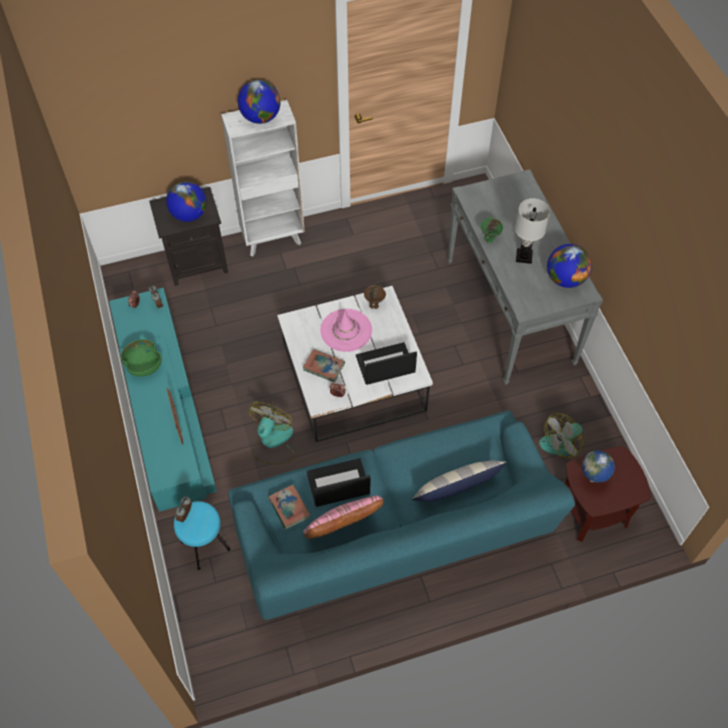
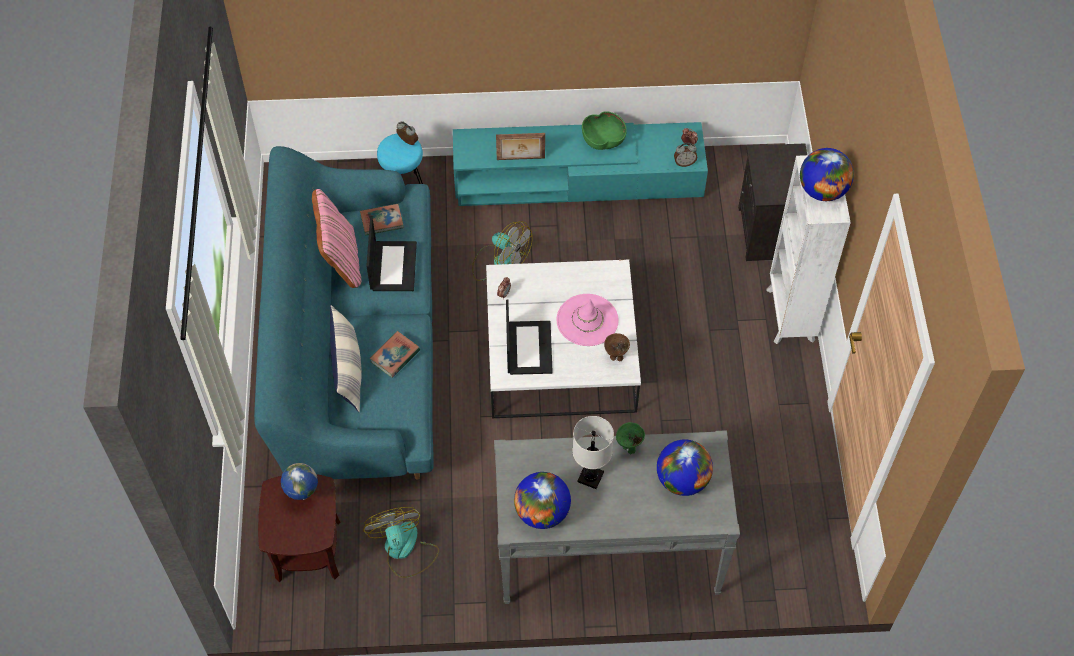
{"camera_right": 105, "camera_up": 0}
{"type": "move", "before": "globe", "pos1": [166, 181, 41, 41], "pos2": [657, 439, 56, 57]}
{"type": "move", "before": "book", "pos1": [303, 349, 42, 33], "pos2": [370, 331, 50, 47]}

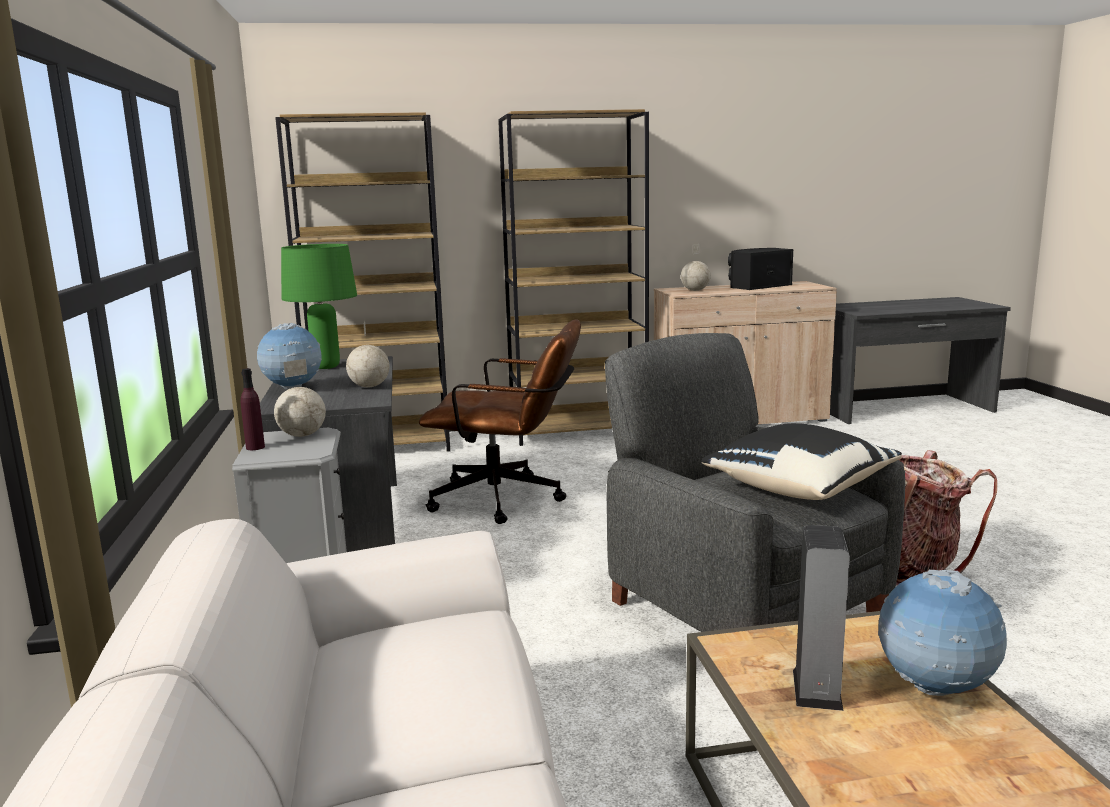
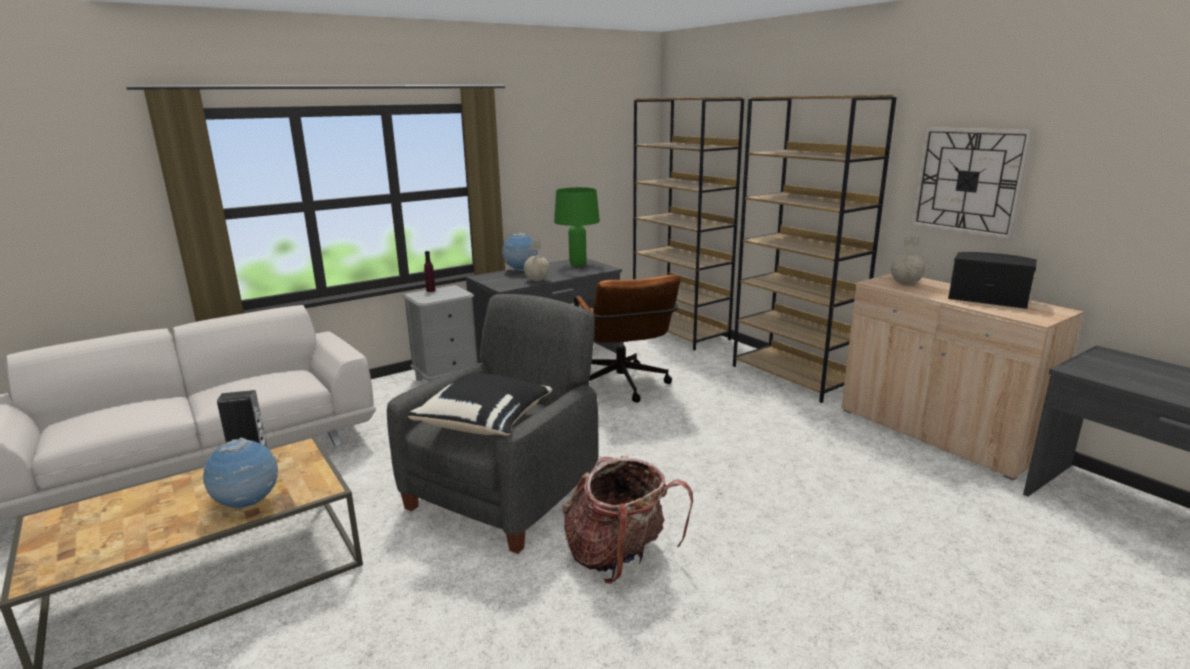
{"camera_right": 65, "camera_up": 5}
{"type": "delete", "before": "globe", "pos1": [274, 359, 52, 78]}
{"type": "insert", "after": "wall clock", "pos2": [912, 127, 121, 112]}

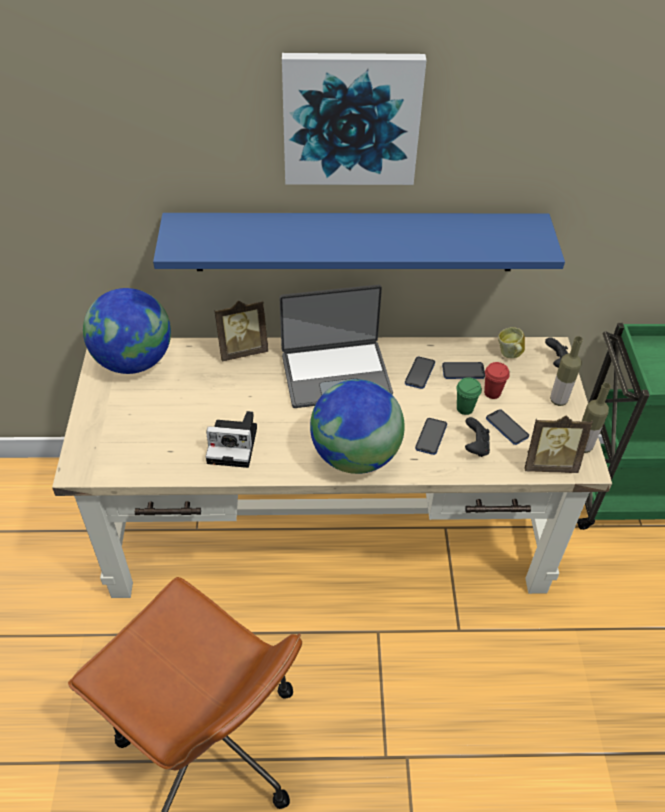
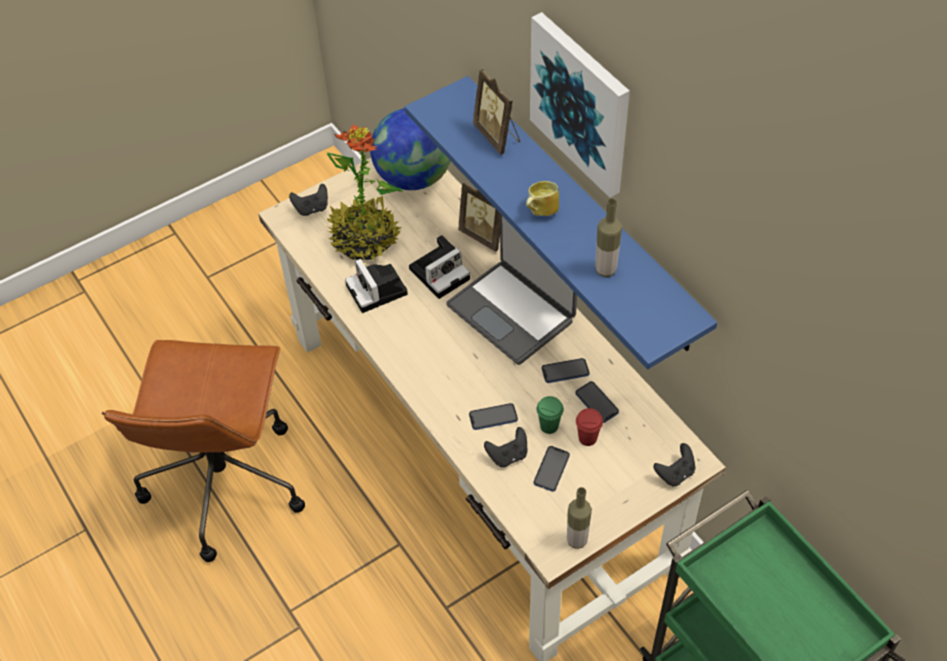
{"camera_right": 60, "camera_up": 5}
{"type": "move", "before": "mug", "pos1": [498, 327, 27, 31], "pos2": [526, 181, 33, 35]}
{"type": "move", "before": "bottle", "pos1": [550, 336, 33, 70], "pos2": [595, 198, 27, 79]}
{"type": "delete", "before": "globe", "pos1": [310, 379, 95, 95]}
{"type": "move", "before": "picture frame", "pos1": [524, 416, 69, 57], "pos2": [473, 69, 47, 86]}
{"type": "insert", "after": "potted plant", "pos2": [327, 124, 76, 136]}
{"type": "insert", "after": "game controller in black", "pos2": [289, 184, 39, 32]}
{"type": "insert", "after": "photo camera", "pos2": [409, 235, 61, 64]}

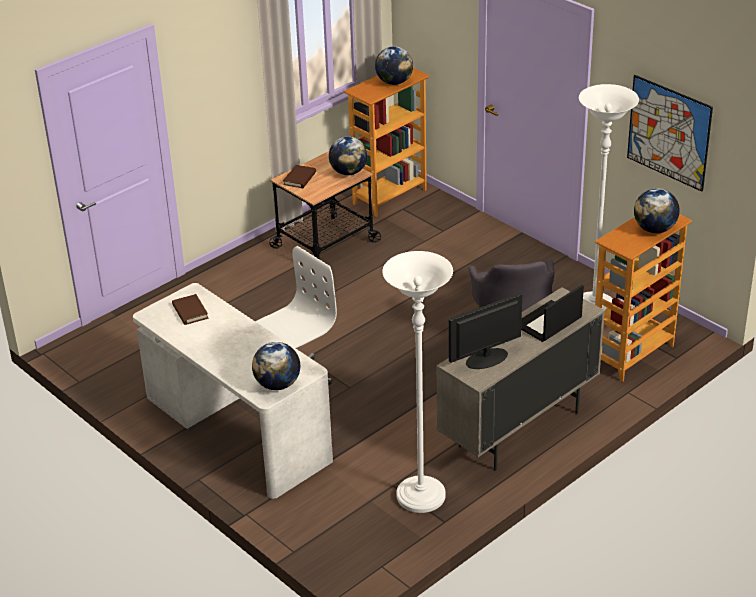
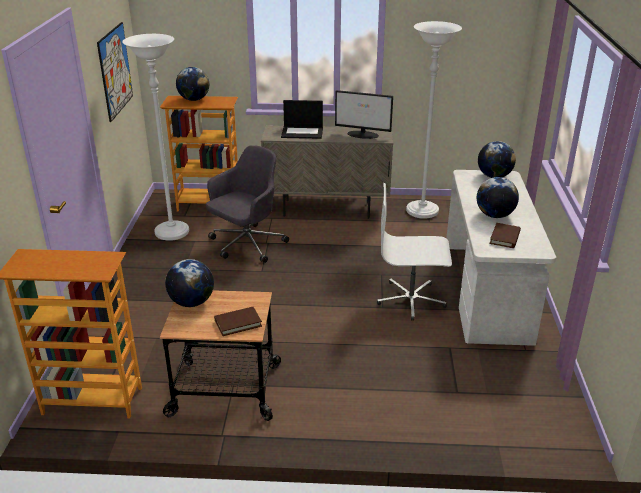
{"camera_right": -135, "camera_up": -5}
{"type": "move", "before": "globe", "pos1": [375, 46, 38, 39], "pos2": [477, 177, 42, 41]}

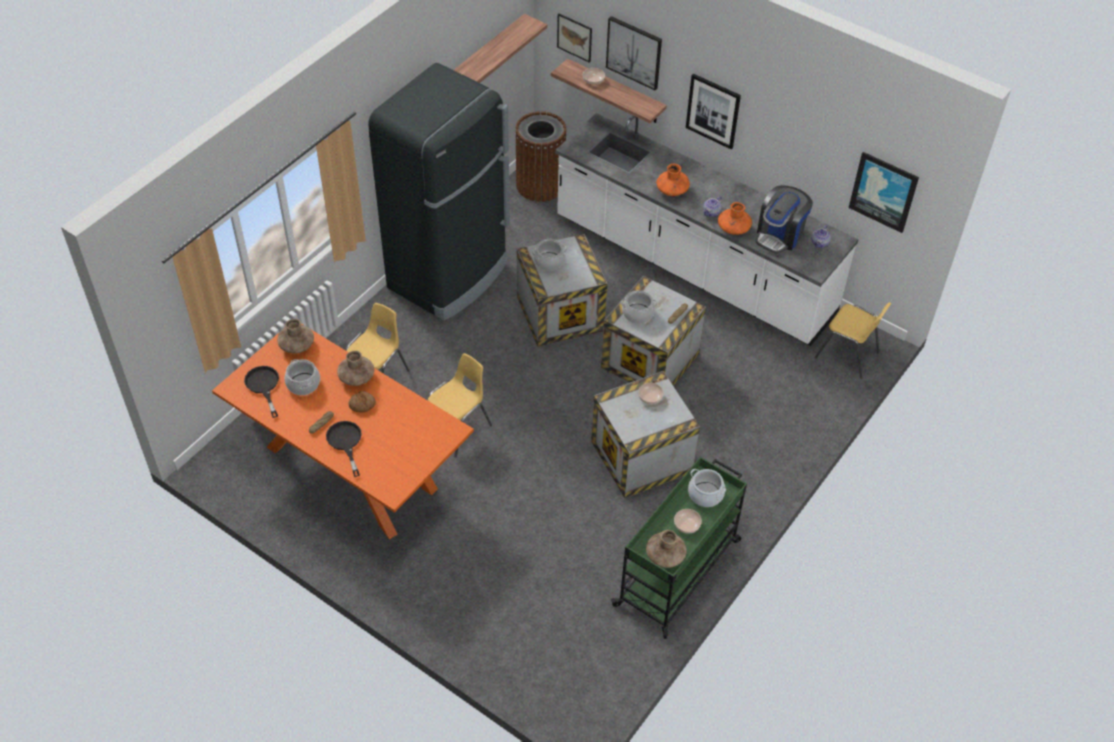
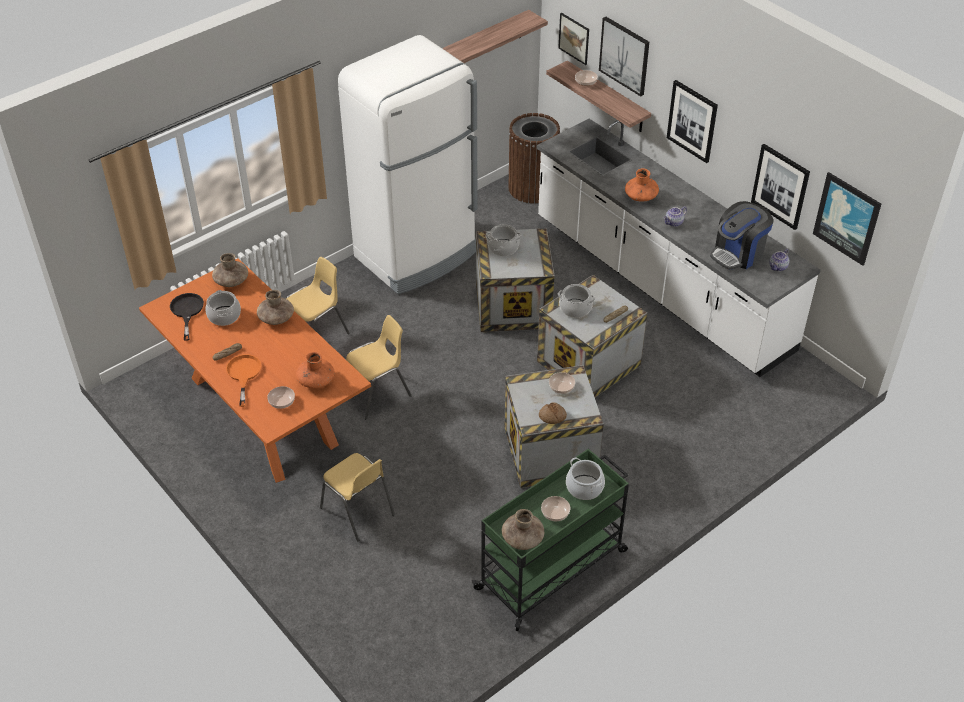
{"camera_right": 15, "camera_up": -5}
{"type": "recolor", "before": "fridge in black", "after": "fridge in white", "pos1": [368, 63, 142, 258], "pos2": [338, 35, 139, 259]}
{"type": "move", "before": "vase in orange", "pos1": [718, 202, 34, 33], "pos2": [296, 352, 39, 37]}
{"type": "move", "before": "chair in yellow", "pos1": [815, 302, 76, 77], "pos2": [320, 453, 75, 89]}
{"type": "move", "before": "bread", "pos1": [348, 391, 28, 22], "pos2": [539, 402, 28, 22]}
{"type": "recolor", "before": "frying pan in black", "after": "frying pan in orange", "pos1": [326, 421, 36, 56], "pos2": [226, 354, 36, 53]}
{"type": "insert", "after": "picture", "pos2": [751, 144, 59, 86]}
{"type": "insert", "after": "bowl", "pos2": [267, 386, 28, 23]}

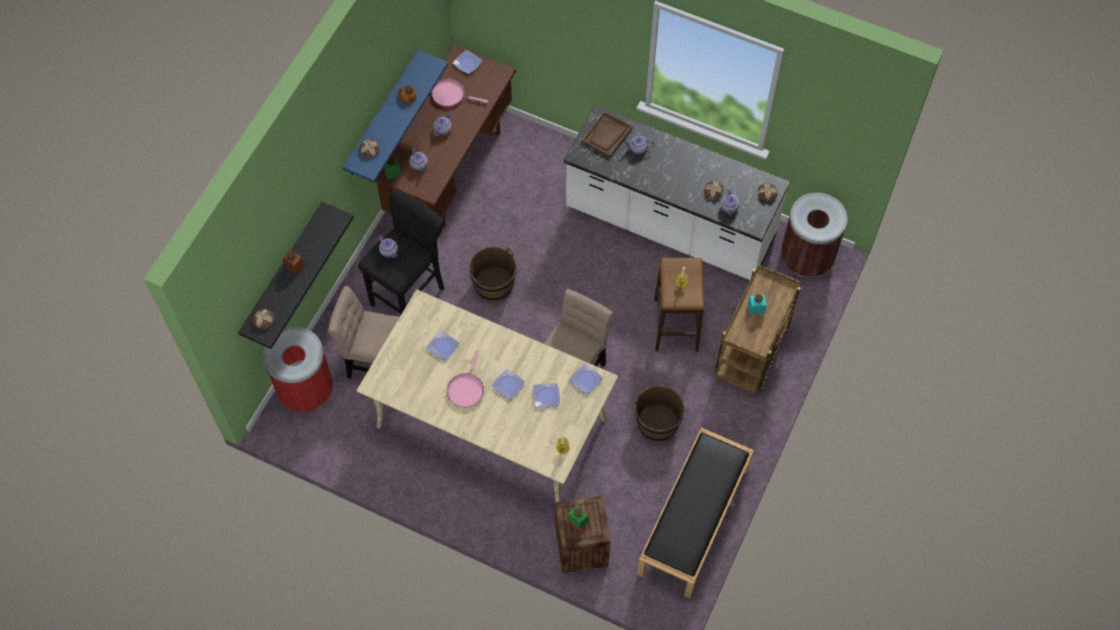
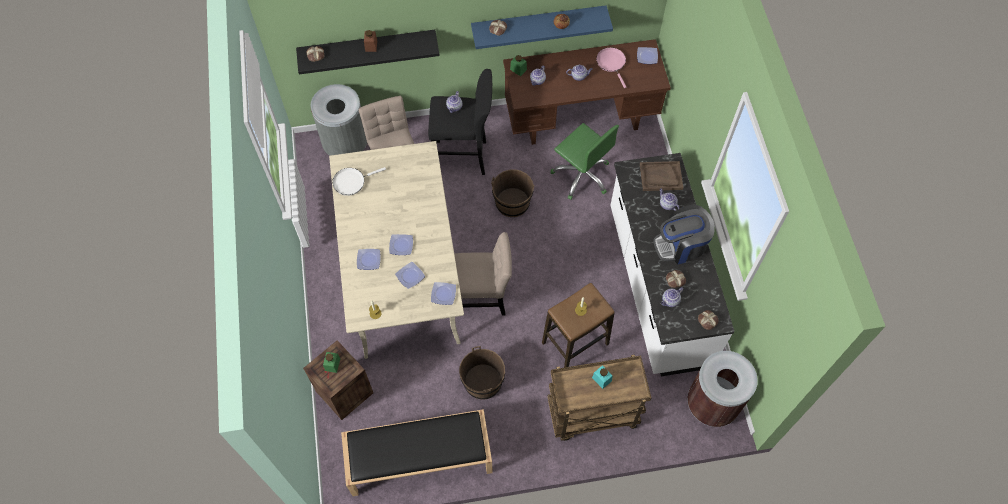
{"camera_right": 55, "camera_up": 0}
{"type": "recolor", "before": "trash can in red", "after": "trash can in grey", "pos1": [263, 327, 70, 85], "pos2": [310, 84, 57, 72]}
{"type": "move", "before": "plate", "pos1": [426, 331, 33, 29], "pos2": [357, 249, 24, 21]}
{"type": "delete", "before": "frying pan in pink", "pos1": [447, 350, 37, 58]}
{"type": "insert", "after": "office chair in green", "pos2": [550, 123, 69, 77]}
{"type": "insert", "after": "frying pan in white", "pos2": [332, 167, 54, 29]}
{"type": "insert", "after": "coffee machine", "pos2": [654, 205, 61, 59]}

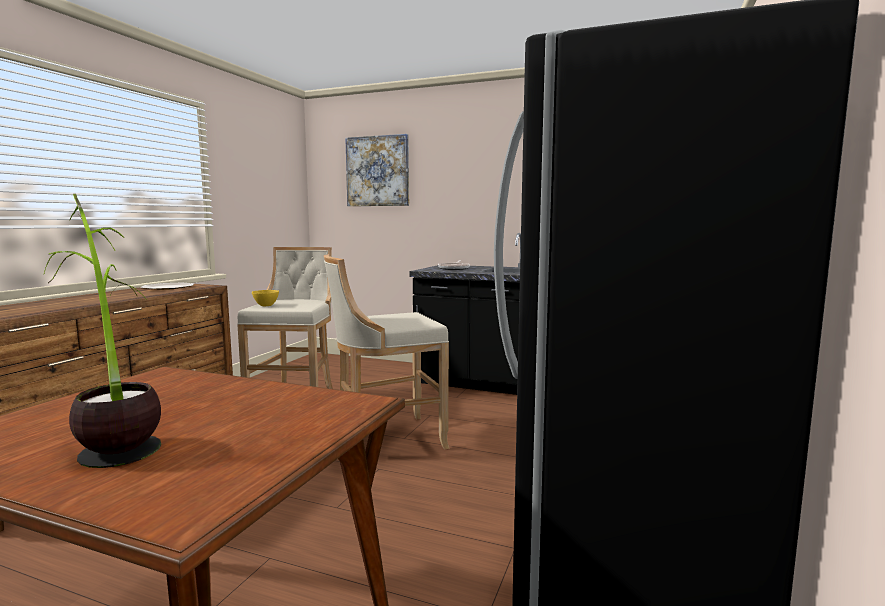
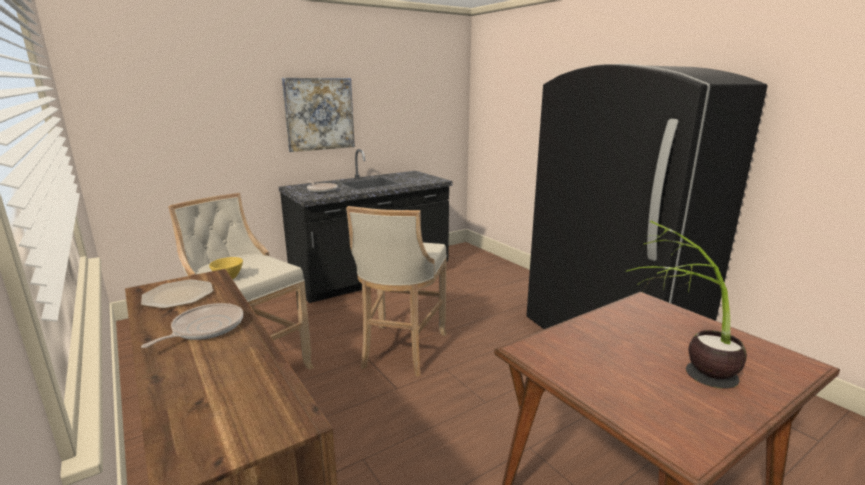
{"camera_right": -55, "camera_up": 10}
{"type": "move", "before": "picture", "pos1": [345, 134, 64, 72], "pos2": [282, 78, 73, 74]}
{"type": "insert", "after": "frying pan", "pos2": [141, 303, 102, 45]}

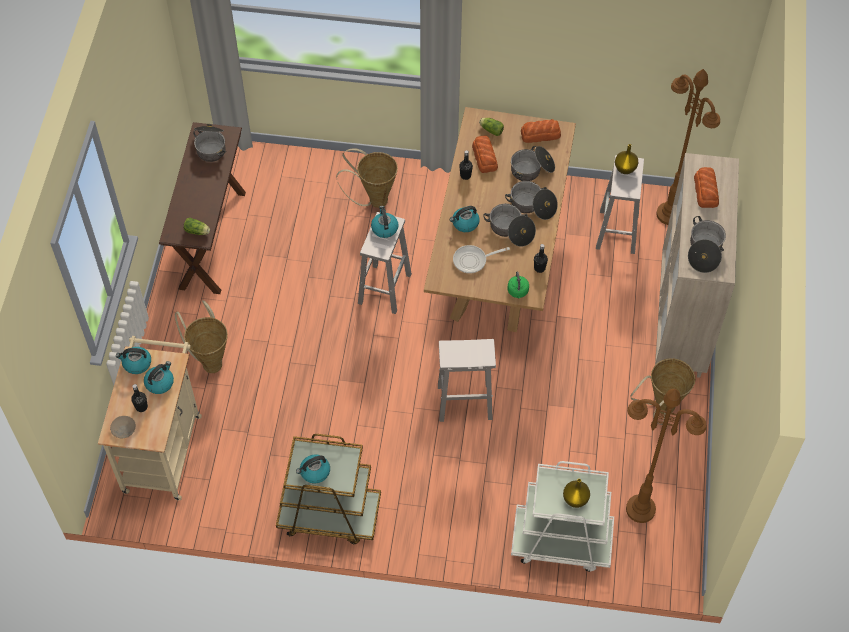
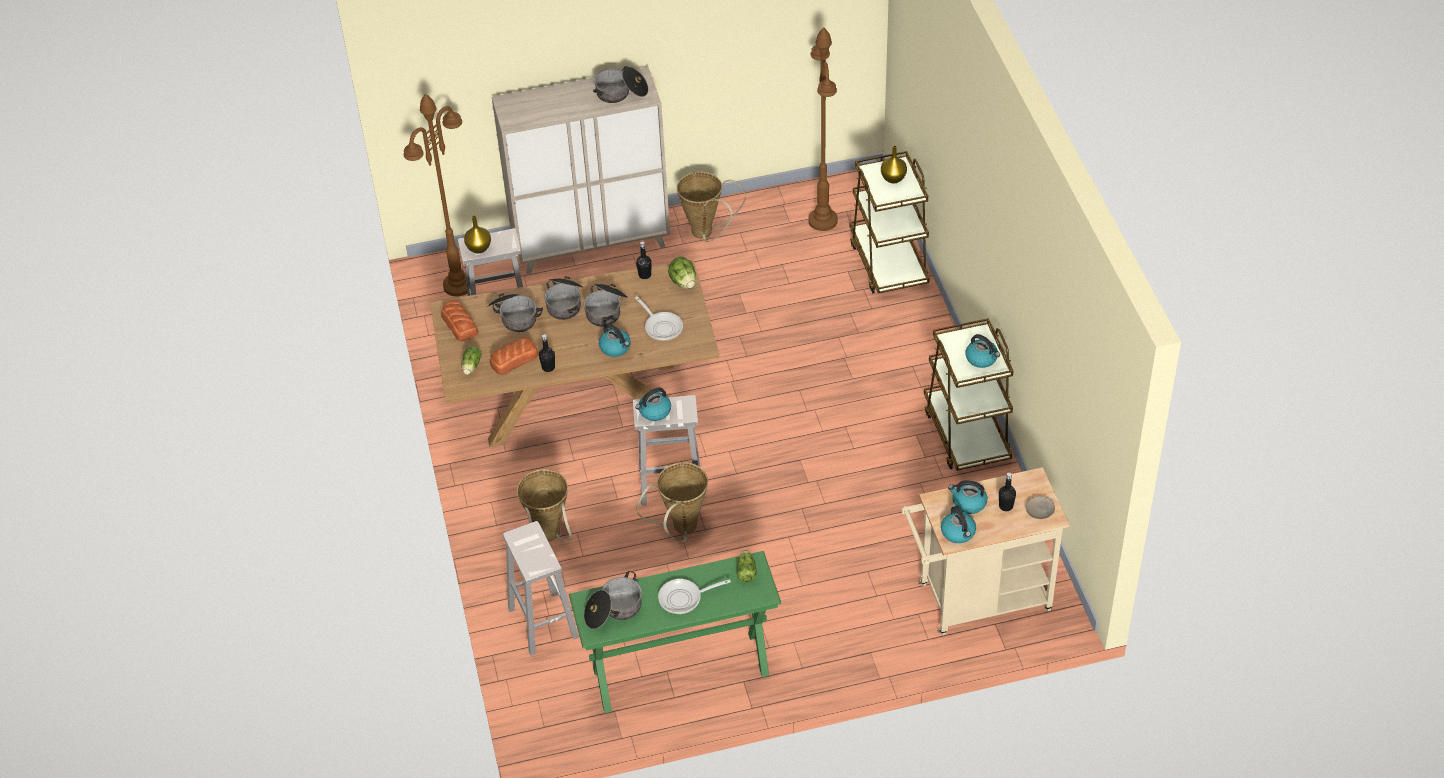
{"camera_right": -110, "camera_up": -10}
{"type": "recolor", "before": "console table in brown", "after": "console table in green", "pos1": [159, 122, 87, 172], "pos2": [569, 551, 212, 162]}
{"type": "delete", "before": "bread", "pos1": [694, 167, 25, 41]}
{"type": "replace", "before": "kettle in green", "after": "lettuce", "pos1": [507, 272, 22, 26], "pos2": [668, 256, 28, 33]}
{"type": "move", "before": "basket", "pos1": [175, 300, 53, 73], "pos2": [636, 462, 72, 81]}
{"type": "move", "before": "stool in white", "pos1": [438, 339, 58, 83], "pos2": [503, 521, 76, 135]}
{"type": "recolor", "before": "cart in white", "after": "cart in brown", "pos1": [511, 461, 103, 111], "pos2": [850, 151, 80, 143]}
{"type": "insert", "after": "frying pan", "pos2": [658, 579, 73, 35]}

